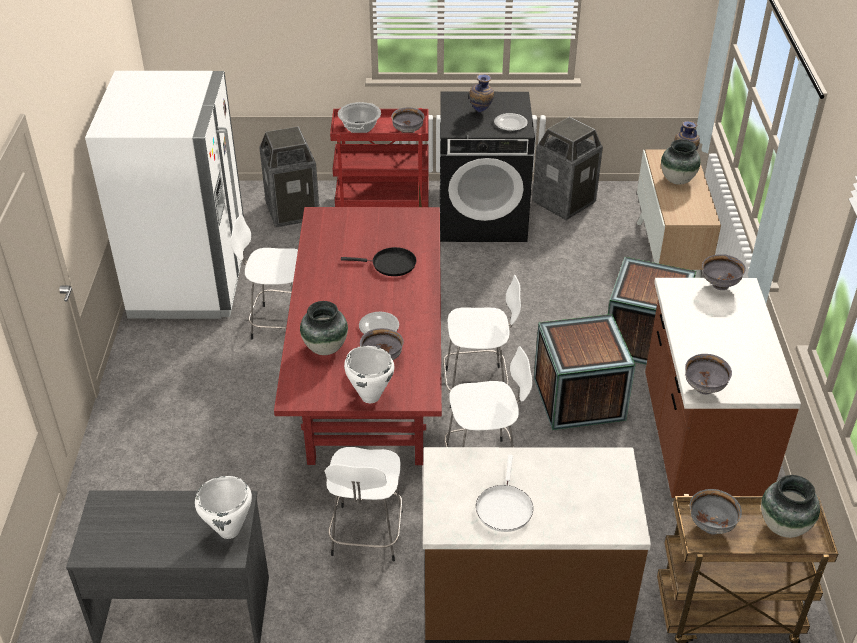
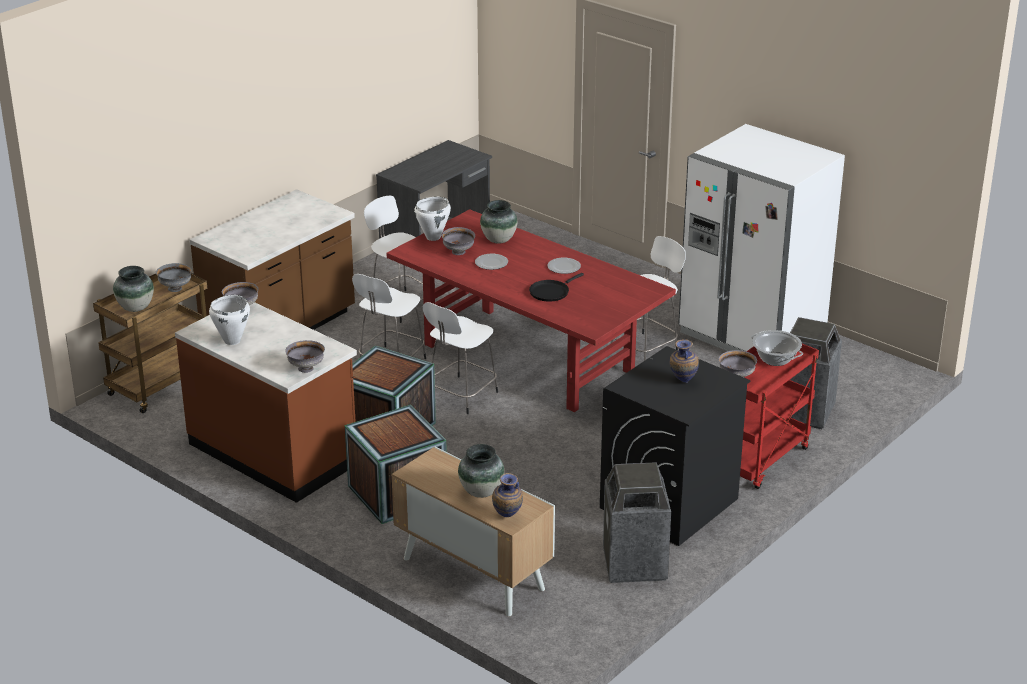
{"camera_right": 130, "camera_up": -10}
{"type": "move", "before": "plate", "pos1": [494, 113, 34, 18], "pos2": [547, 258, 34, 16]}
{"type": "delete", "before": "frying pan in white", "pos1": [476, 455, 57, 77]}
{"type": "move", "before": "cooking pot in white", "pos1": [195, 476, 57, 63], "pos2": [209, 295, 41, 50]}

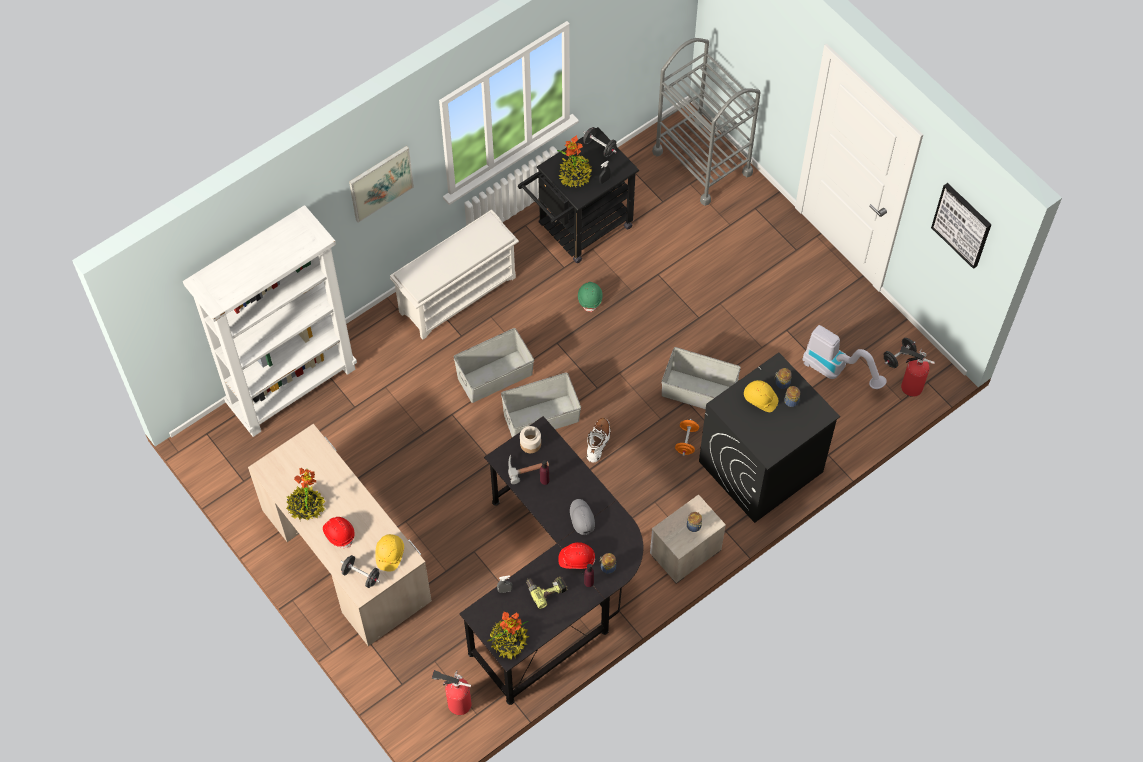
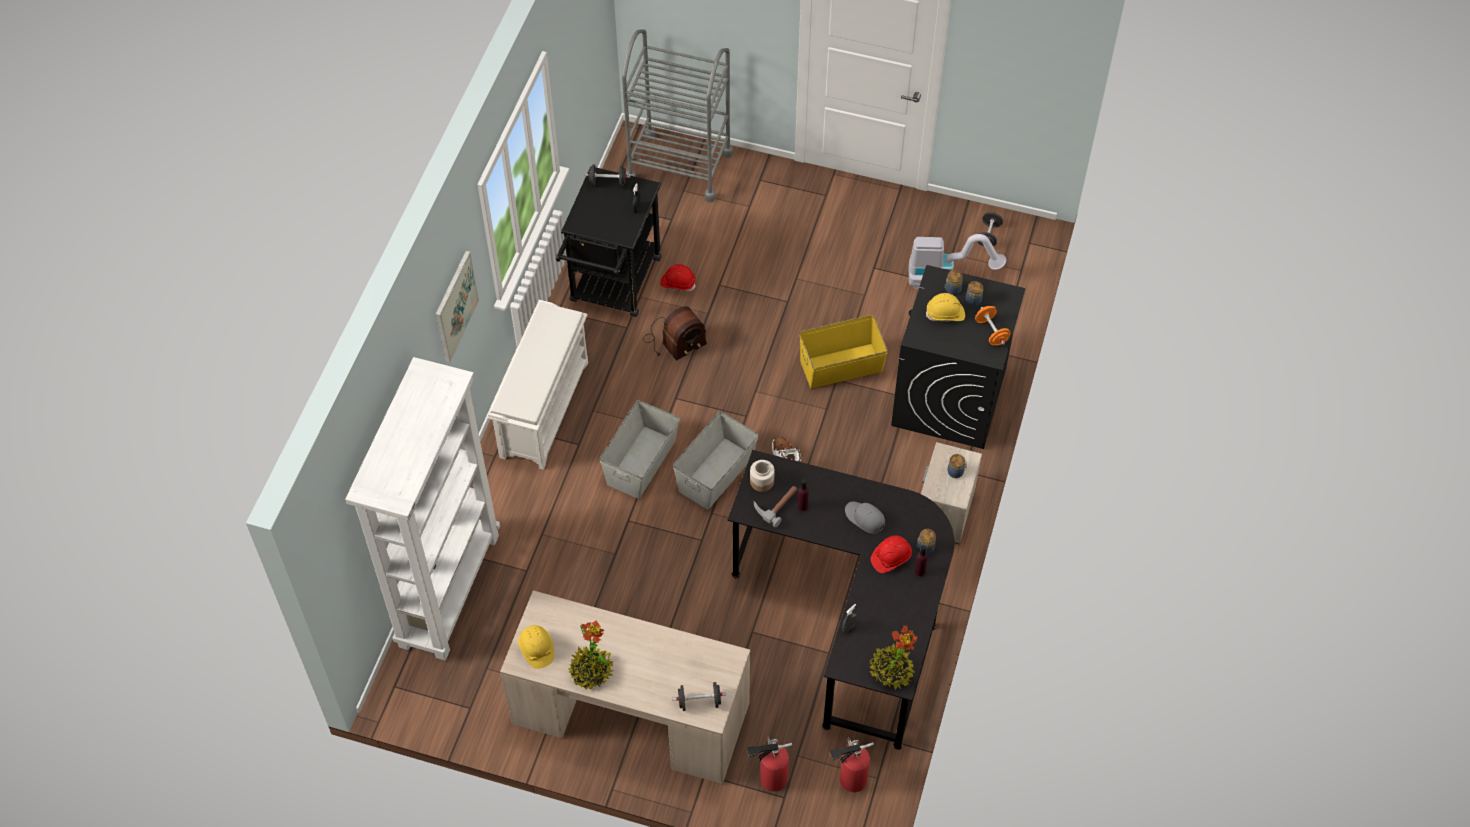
{"camera_right": -35, "camera_up": -5}
{"type": "delete", "before": "potted plant", "pos1": [557, 135, 35, 52]}
{"type": "delete", "before": "picture", "pos1": [931, 183, 60, 86]}
{"type": "replace", "before": "hard hat in green", "after": "radio", "pos1": [578, 282, 25, 30], "pos2": [643, 306, 64, 55]}
{"type": "move", "before": "fire extinguisher", "pos1": [899, 346, 36, 51], "pos2": [746, 736, 46, 55]}
{"type": "recolor", "before": "storage box in grey", "after": "storage box in yellow", "pos1": [661, 347, 80, 63], "pos2": [800, 315, 88, 74]}
{"type": "move", "before": "dumbbell in orange", "pos1": [675, 419, 24, 37], "pos2": [975, 306, 36, 40]}
{"type": "move", "before": "hard hat in red", "pos1": [323, 517, 32, 31], "pos2": [660, 264, 36, 27]}
{"type": "move", "before": "hard hat in yellow", "pos1": [375, 534, 29, 37], "pos2": [518, 625, 36, 44]}
{"type": "delete", "before": "power drill", "pos1": [526, 577, 41, 32]}

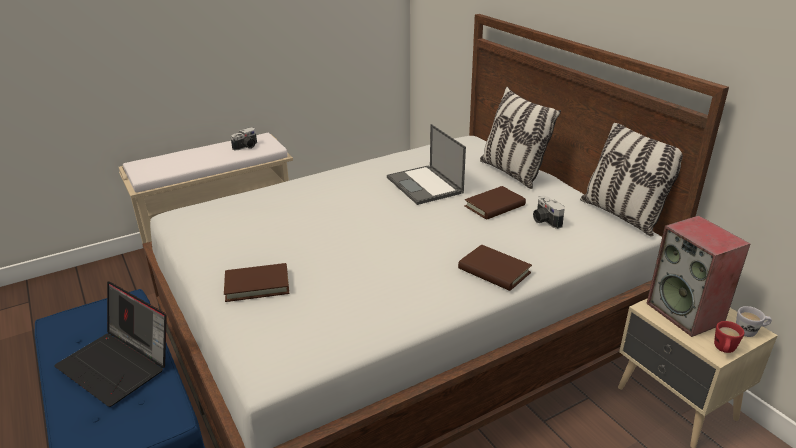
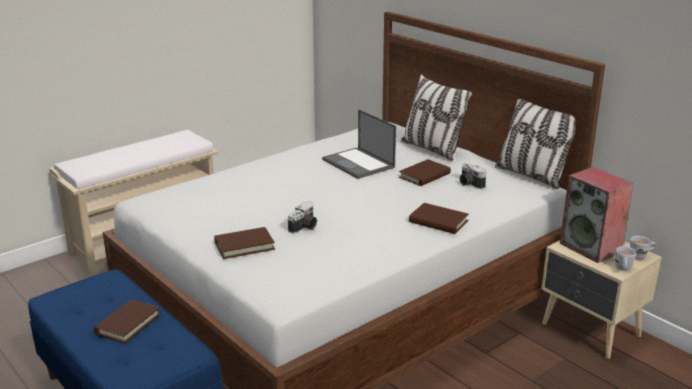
{"camera_right": -10, "camera_up": -5}
{"type": "move", "before": "photo camera", "pos1": [230, 127, 27, 23], "pos2": [288, 202, 29, 31]}
{"type": "replace", "before": "laptop", "after": "book in brown", "pos1": [54, 282, 113, 125], "pos2": [94, 299, 67, 44]}
{"type": "recolor", "before": "mug in red", "after": "mug in white", "pos1": [714, 321, 30, 32], "pos2": [615, 246, 22, 25]}

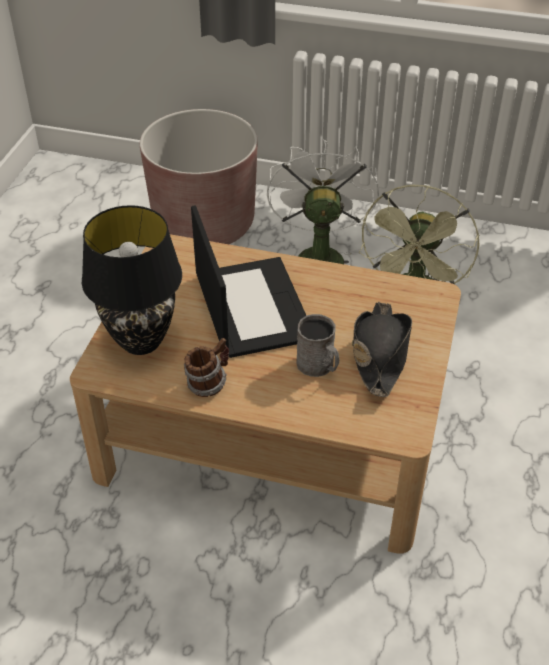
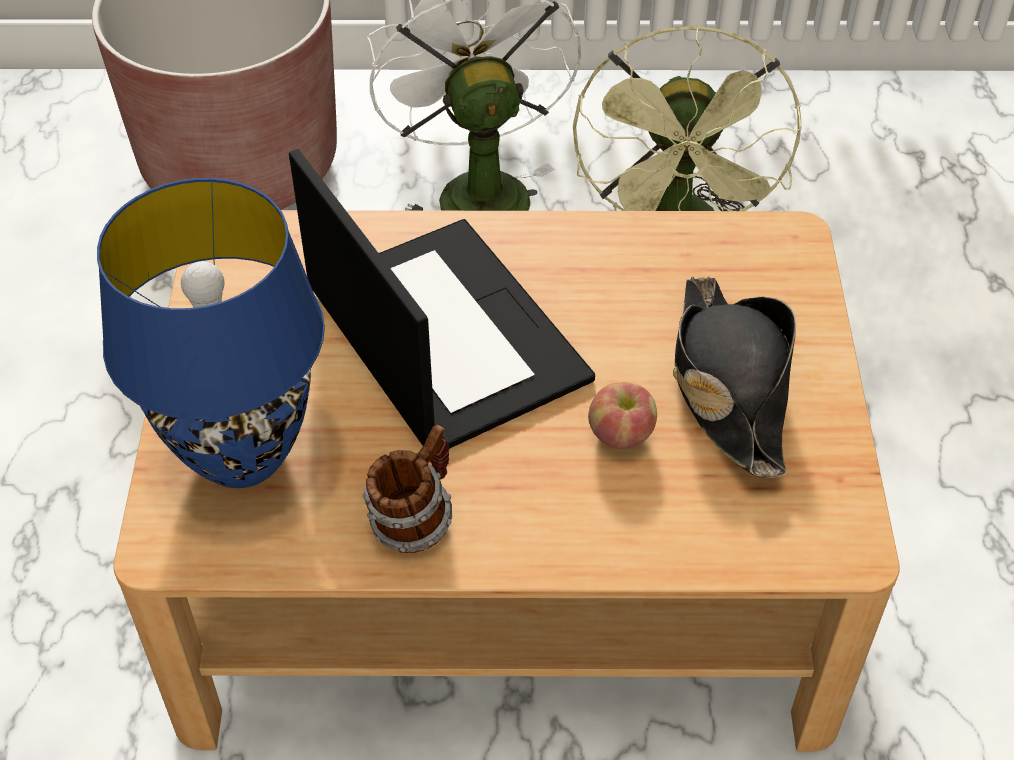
{"camera_right": -15, "camera_up": 5}
{"type": "recolor", "before": "table lamp in black", "after": "table lamp in blue", "pos1": [82, 205, 100, 150], "pos2": [97, 178, 228, 310]}
{"type": "replace", "before": "mug in grey", "after": "apple", "pos1": [296, 314, 43, 63], "pos2": [588, 382, 69, 66]}

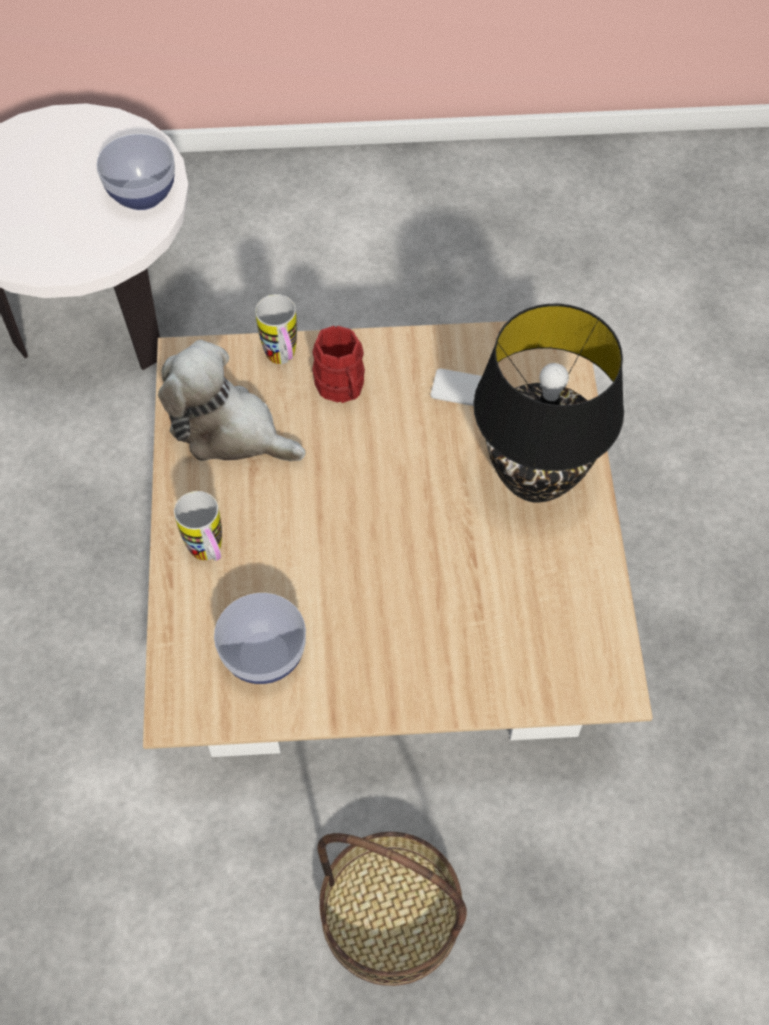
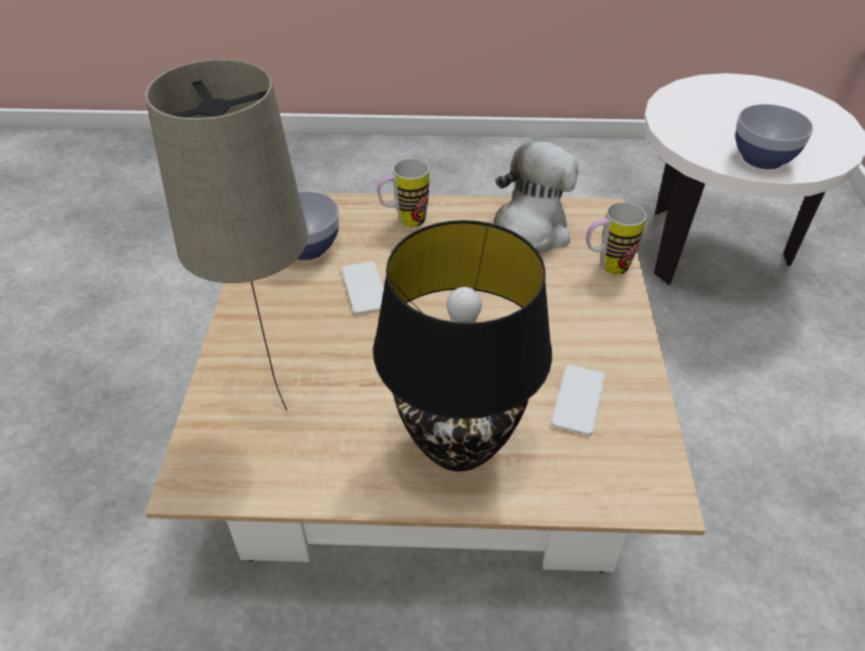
{"camera_right": 95, "camera_up": -15}
{"type": "delete", "before": "mug in red", "pos1": [312, 326, 53, 77]}
{"type": "delete", "before": "basket", "pos1": [317, 832, 150, 154]}
{"type": "insert", "after": "table lamp in beige", "pos2": [145, 59, 163, 352]}
{"type": "insert", "after": "phone", "pos2": [342, 261, 42, 53]}

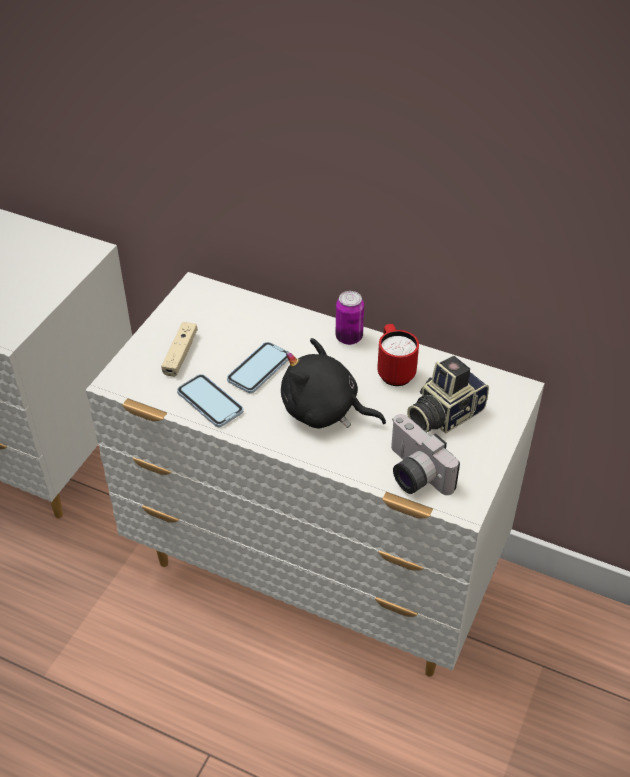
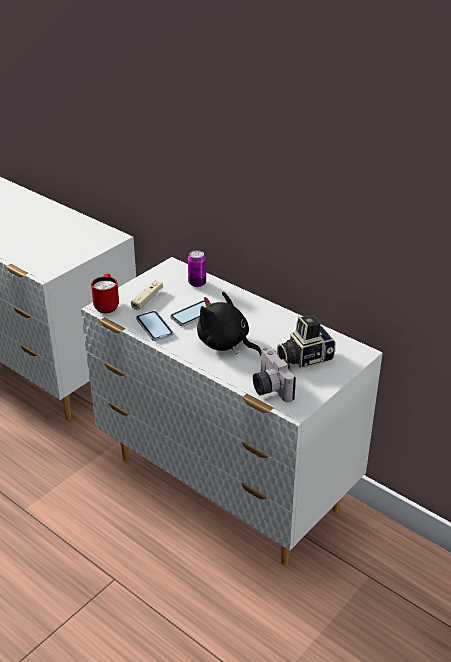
{"camera_right": 15, "camera_up": -10}
{"type": "move", "before": "can", "pos1": [336, 291, 28, 54], "pos2": [188, 250, 18, 37]}
{"type": "move", "before": "mug in red", "pos1": [377, 324, 42, 62], "pos2": [91, 274, 28, 39]}

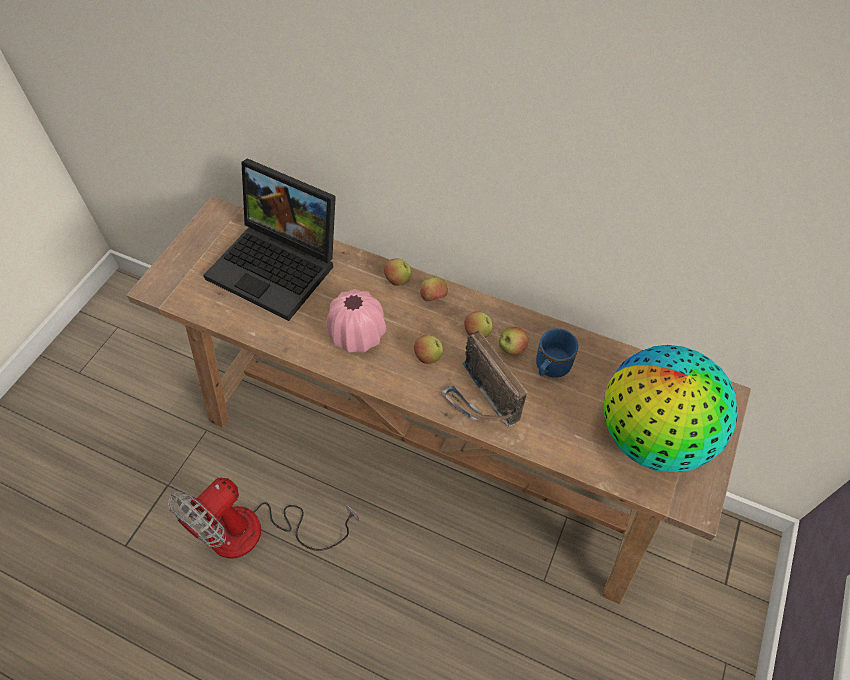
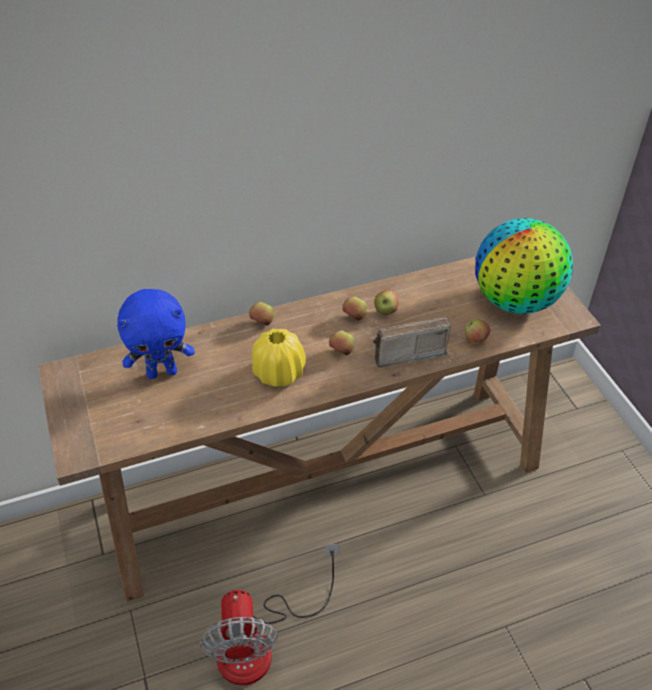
{"camera_right": -45, "camera_up": -10}
{"type": "replace", "before": "laptop", "after": "plush toy in blue", "pos1": [204, 158, 132, 163], "pos2": [117, 289, 78, 90]}
{"type": "move", "before": "apple", "pos1": [420, 276, 28, 25], "pos2": [465, 319, 25, 26]}
{"type": "recolor", "before": "vase in pink", "after": "vase in yellow", "pos1": [327, 289, 59, 64], "pos2": [252, 329, 54, 58]}
{"type": "delete", "before": "mug in blue", "pos1": [536, 328, 42, 50]}
{"type": "rotate", "before": "radio", "pos1": [441, 331, 86, 96], "pos2": [373, 317, 78, 51], "turn": 150}

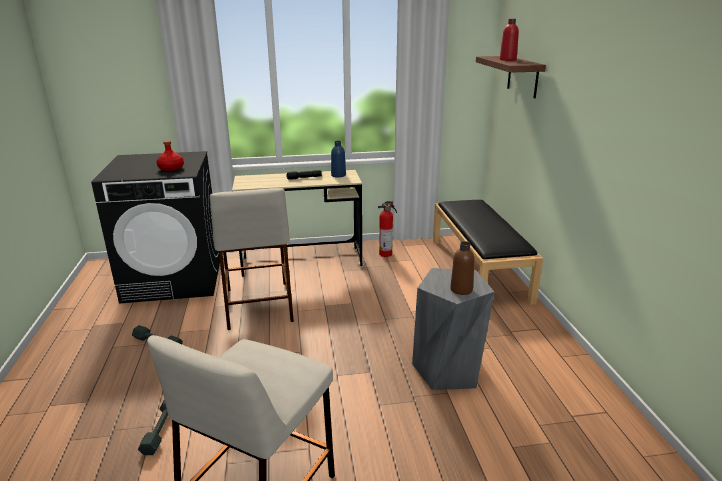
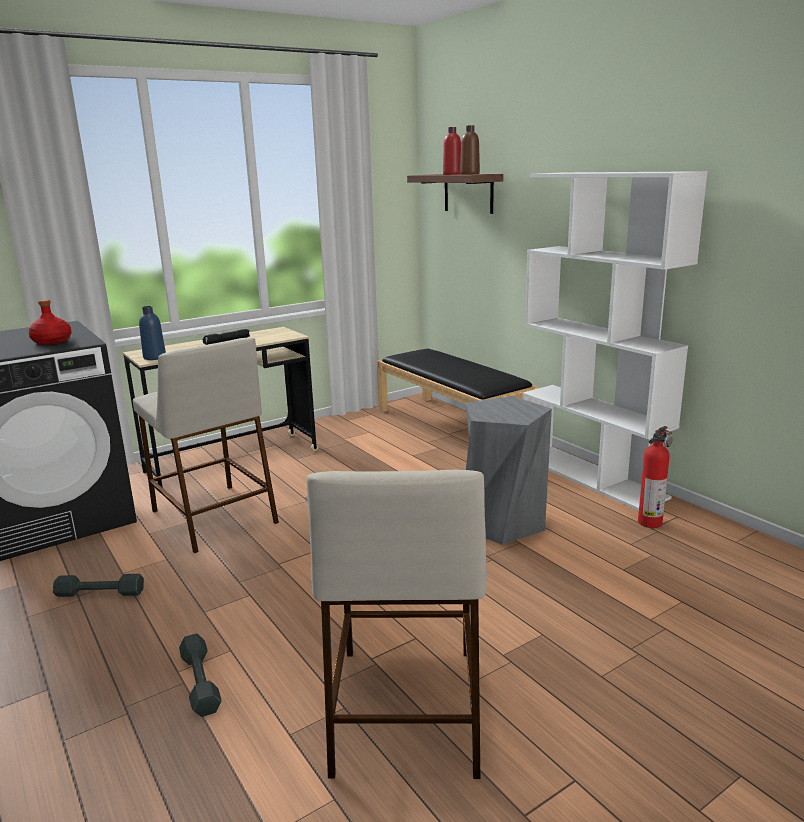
{"camera_right": -25, "camera_up": -5}
{"type": "move", "before": "bottle in blue", "pos1": [331, 141, 15, 37], "pos2": [139, 306, 27, 54]}
{"type": "move", "before": "fire extinguisher", "pos1": [378, 201, 19, 56], "pos2": [638, 426, 35, 102]}
{"type": "move", "before": "bottle in brown", "pos1": [450, 241, 25, 54], "pos2": [460, 125, 20, 50]}
{"type": "insert", "after": "bookcase in white", "pos2": [523, 171, 185, 340]}

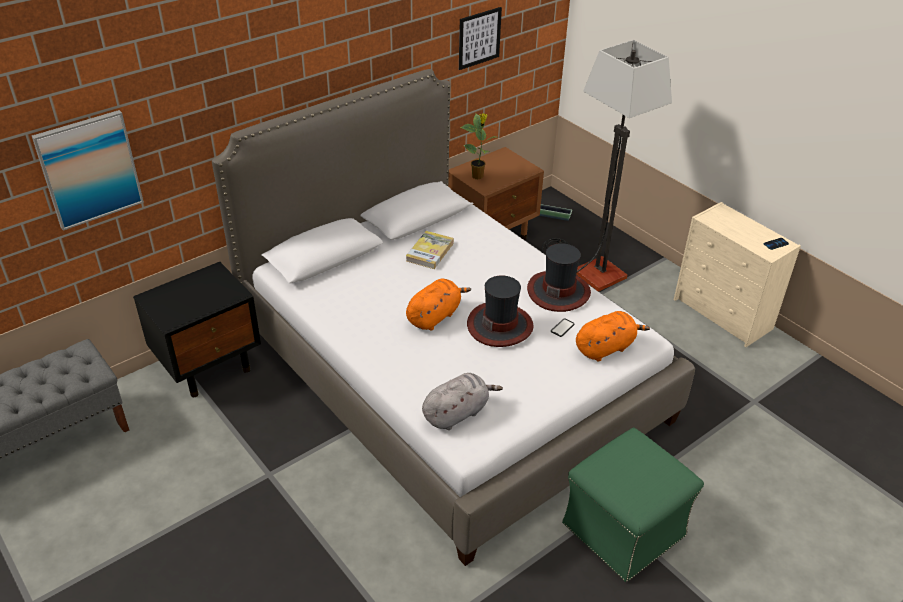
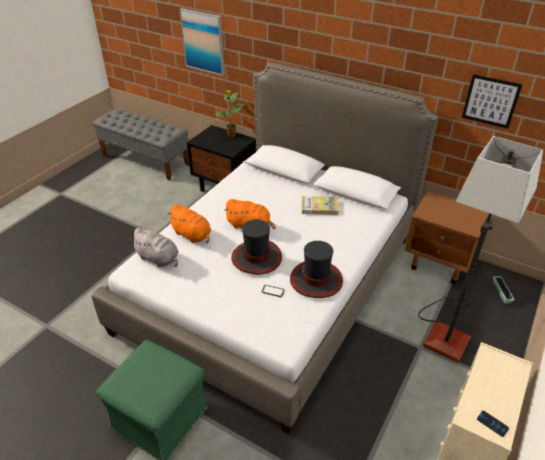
{"camera_right": 70, "camera_up": 0}
{"type": "move", "before": "potted plant", "pos1": [460, 113, 39, 66], "pos2": [215, 90, 29, 47]}
{"type": "move", "before": "plush toy in orange", "pos1": [576, 311, 74, 51], "pos2": [167, 204, 44, 40]}

